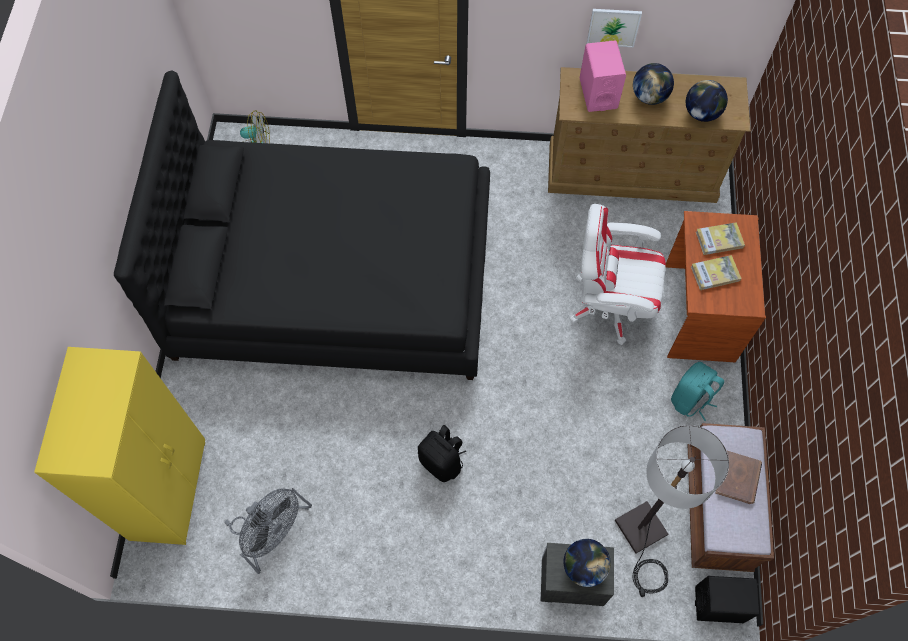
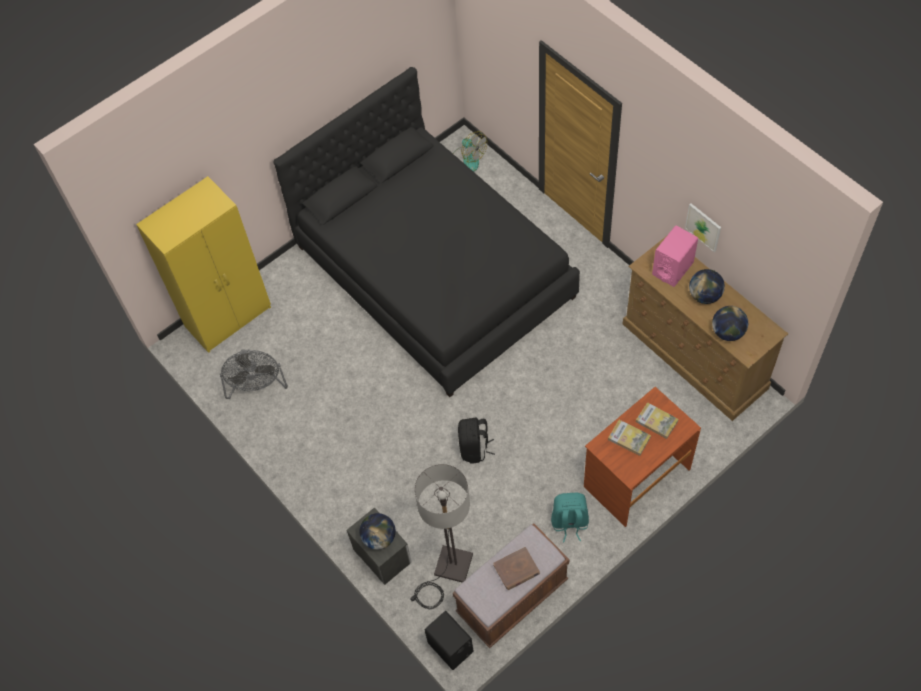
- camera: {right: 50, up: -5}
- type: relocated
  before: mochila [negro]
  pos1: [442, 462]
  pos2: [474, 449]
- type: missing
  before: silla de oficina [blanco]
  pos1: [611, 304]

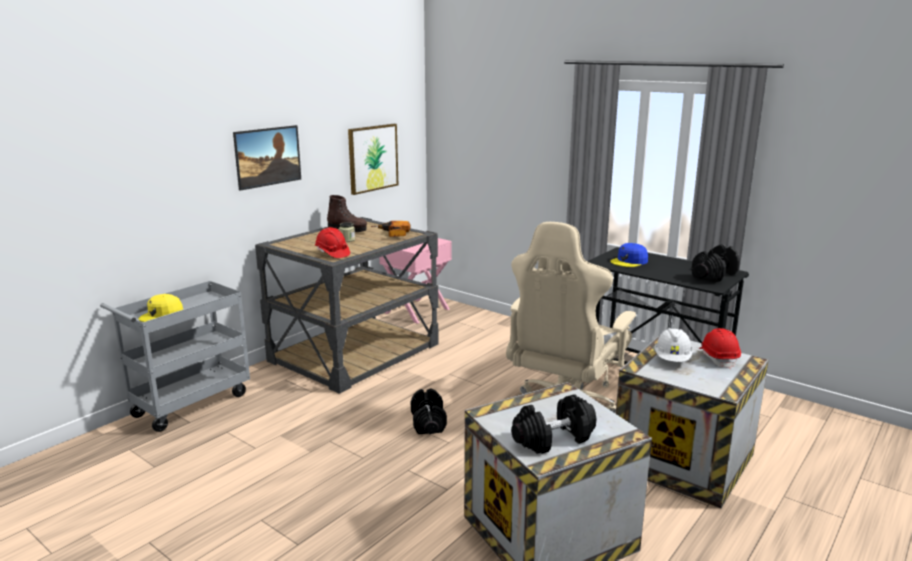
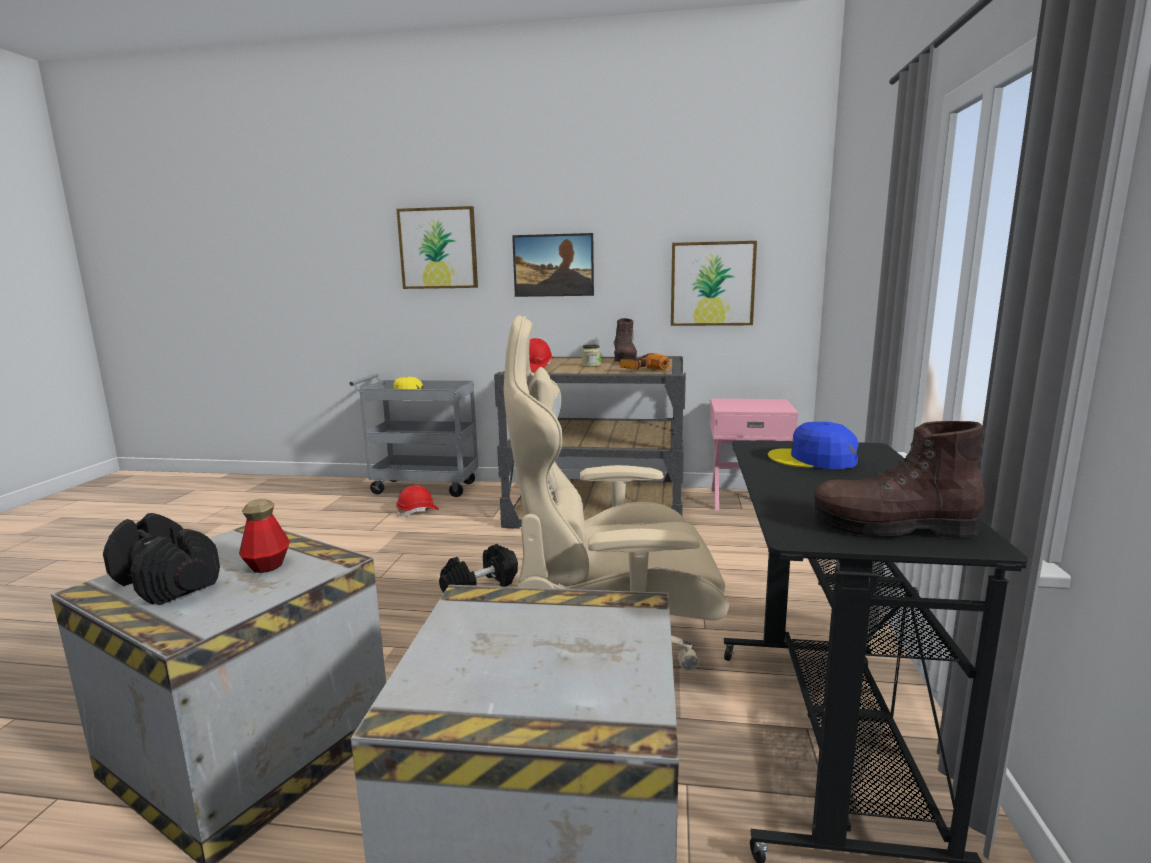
- camera: {right: 60, up: -5}
- type: appeared
  after: botella
  pos2: [267, 565]
- type: appeared
  after: cuadro
  pos2: [438, 248]
- type: relocated
  before: casco [rojo]
  pos1: [718, 358]
  pos2: [418, 512]
- type: exchanged
  before: mancuerna [negro]
  after: bota [marrón]
  pos1: [714, 275]
  pos2: [893, 527]
- type: missing
  before: casco [blanco]
  pos1: [672, 359]

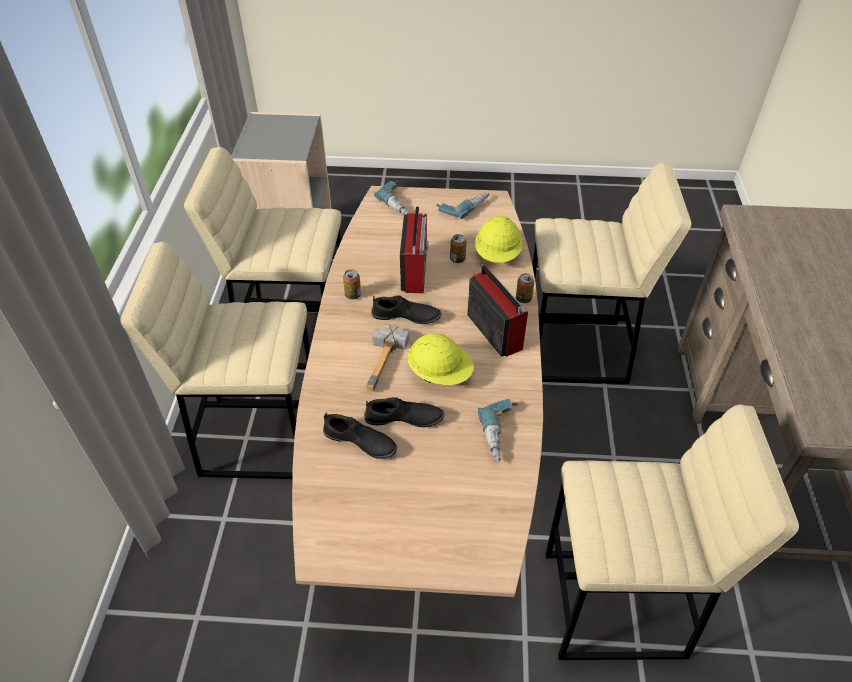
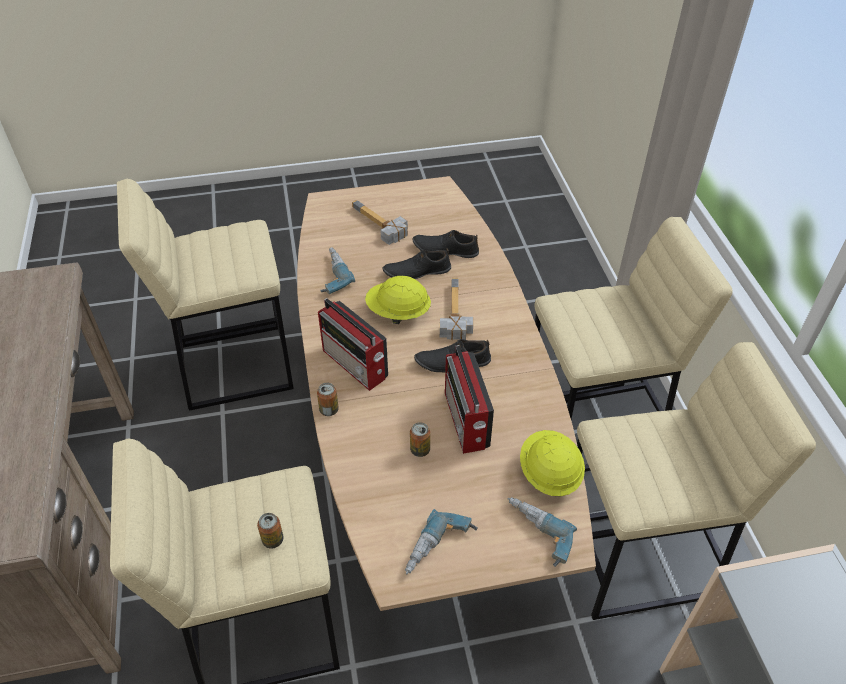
- camera: {right: 165, up: 0}
- type: relocated
  before: lata
  pos1: [353, 295]
  pos2: [273, 540]
- type: appeared
  after: martillo
  pos2: [376, 226]
- type: relocated
  before: casco [amarillo]
  pos1: [498, 255]
  pos2: [549, 474]

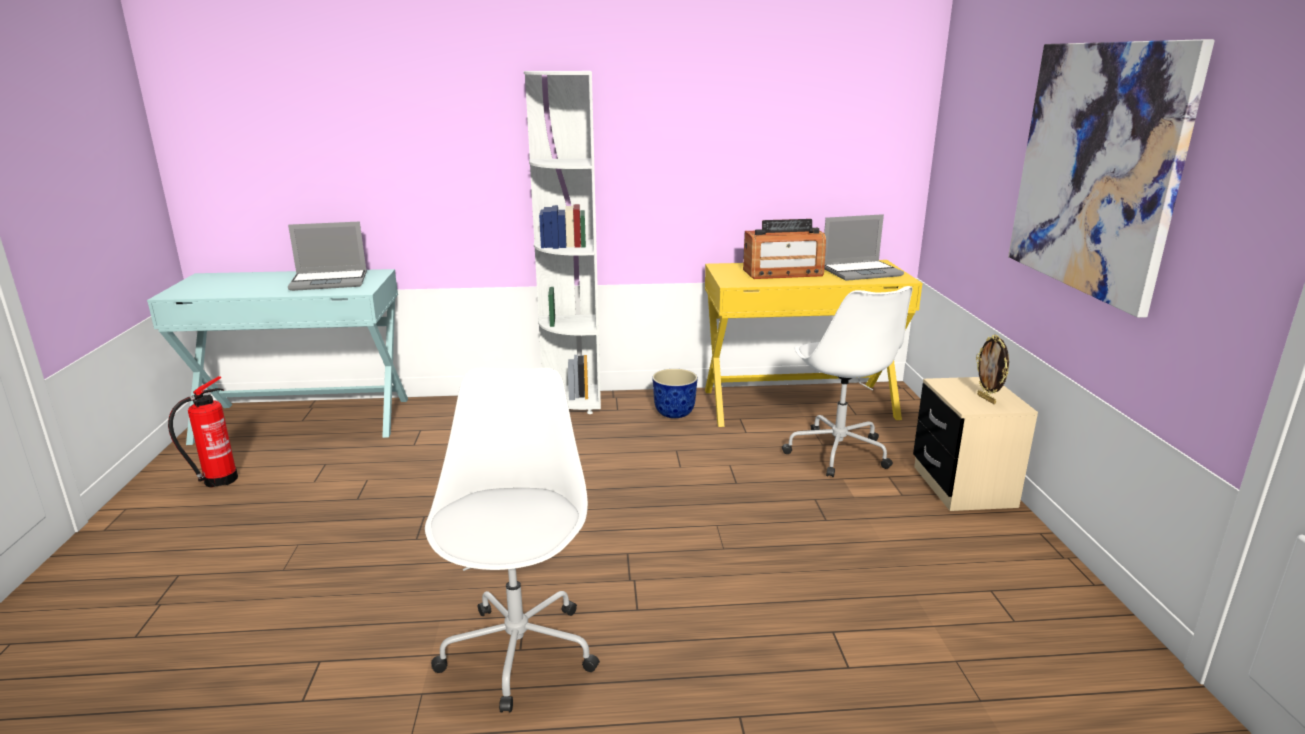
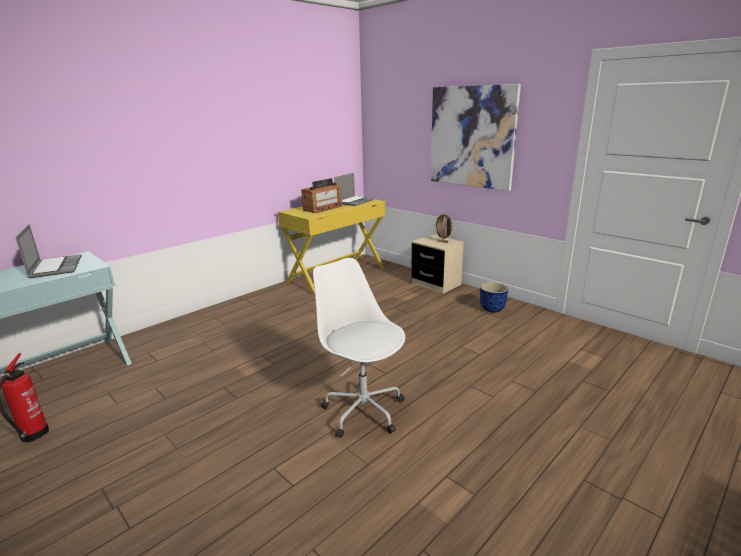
- camera: {right: -40, up: 0}
- type: spun
  before: portátil
  pos1: [330, 281]
  pos2: [55, 267]
  turn: -60
- type: relocated
  before: maceta
  pos1: [675, 413]
  pos2: [492, 309]
- type: missing
  before: estantería [blanco]
  pos1: [573, 404]
- type: missing
  before: silla de oficina [blanco]
  pos1: [839, 454]

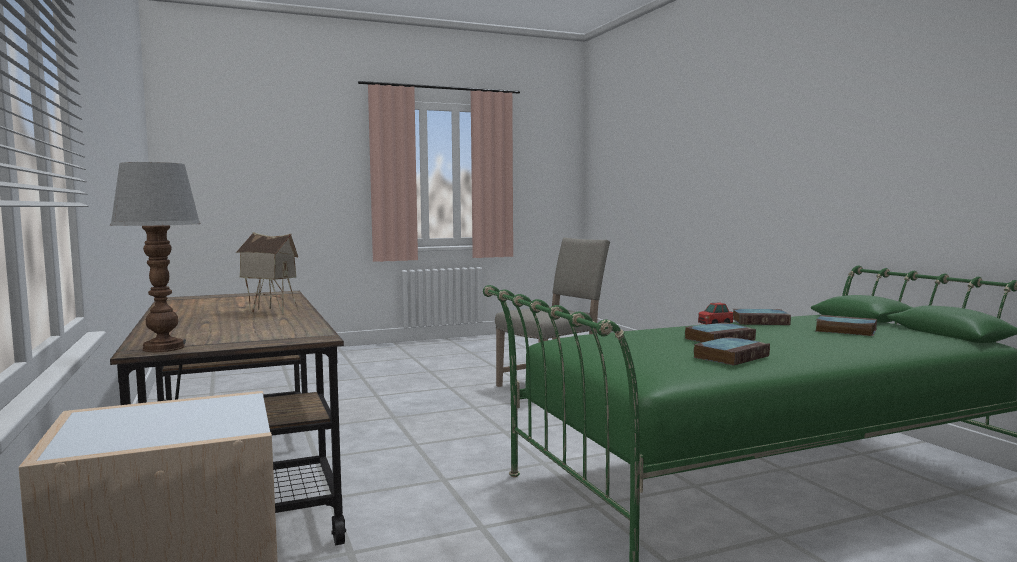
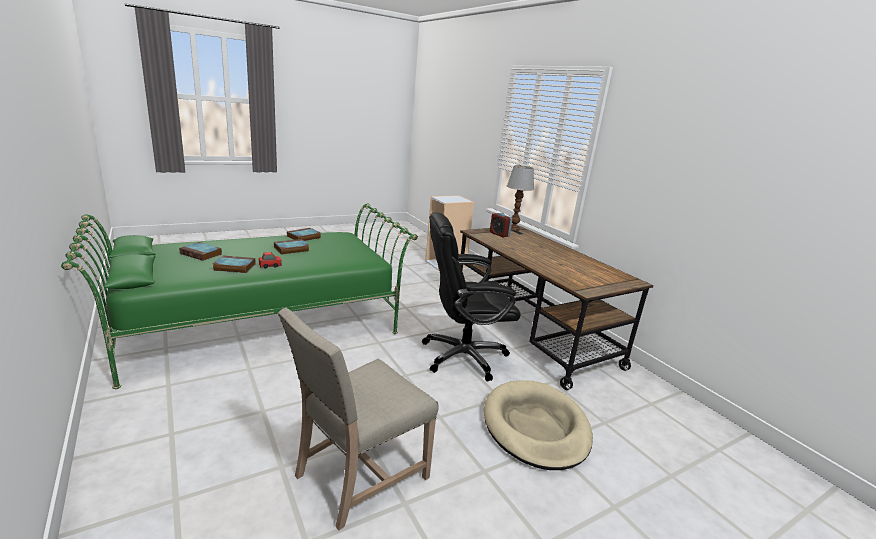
- camera: {right: 170, up: 15}
- type: appeared
  after: silla de oficina [negro]
  pos2: [464, 356]
- type: appeared
  after: cama para perro [beis]
  pos2: [535, 427]
- type: appeared
  after: despertador
  pos2: [499, 234]
- type: missing
  before: casita
  pos1: [270, 311]

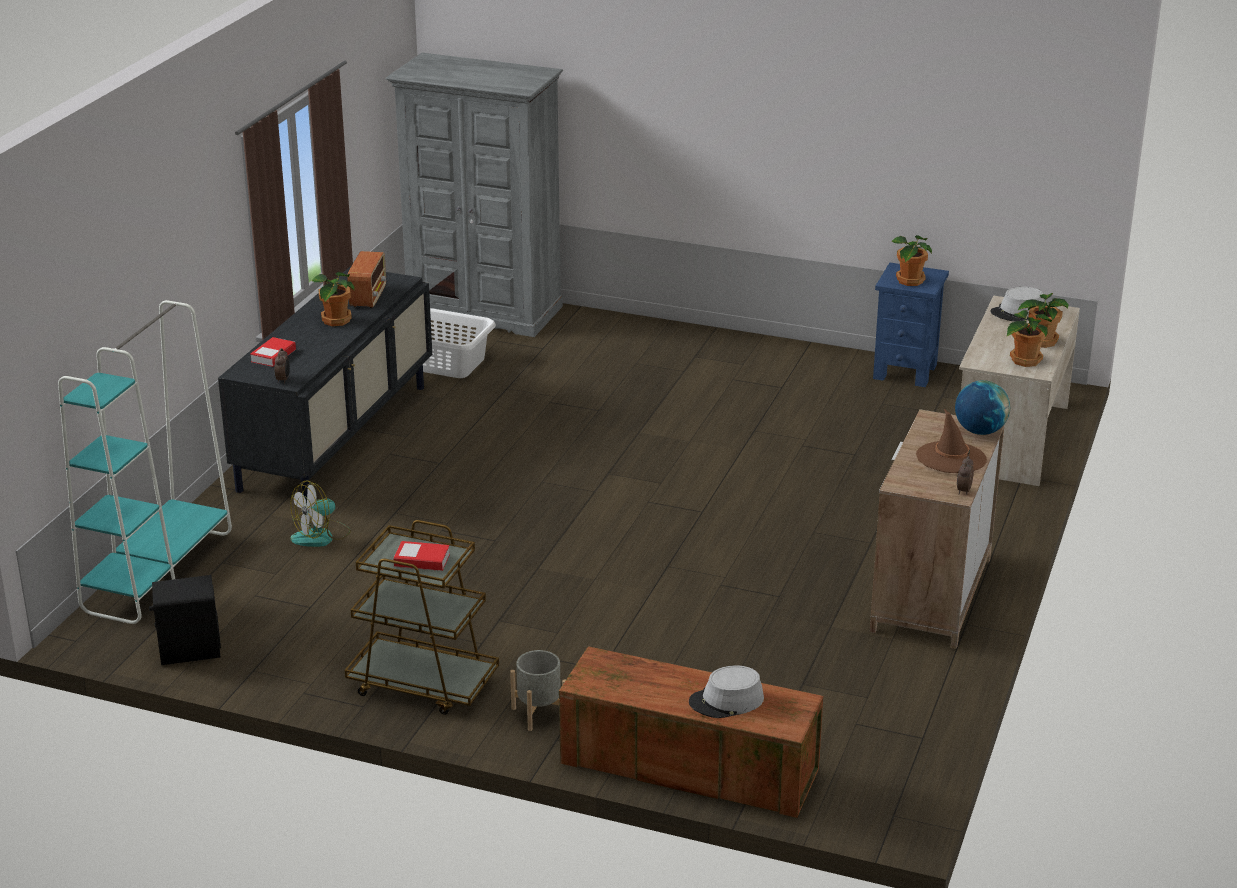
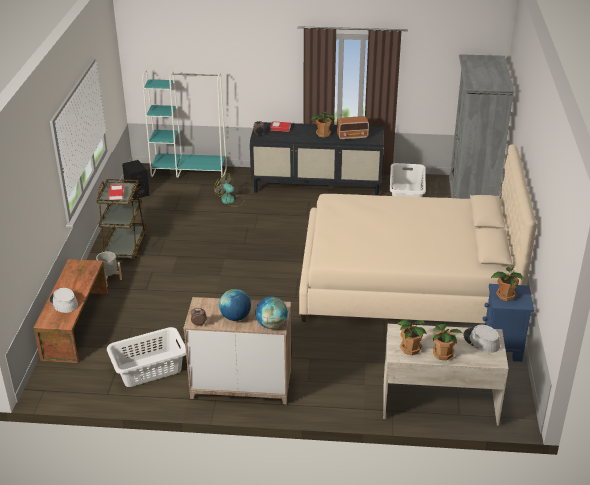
- camera: {right: 75, up: 5}
- type: appeared
  after: cesto de la ropa [blanco]
  pos2: [149, 369]
- type: exchanged
  before: sombrero [marrón]
  after: globo terráqueo
  pos1: [951, 458]
  pos2: [235, 317]
- type: appeared
  after: cama [beis]
  pos2: [407, 283]

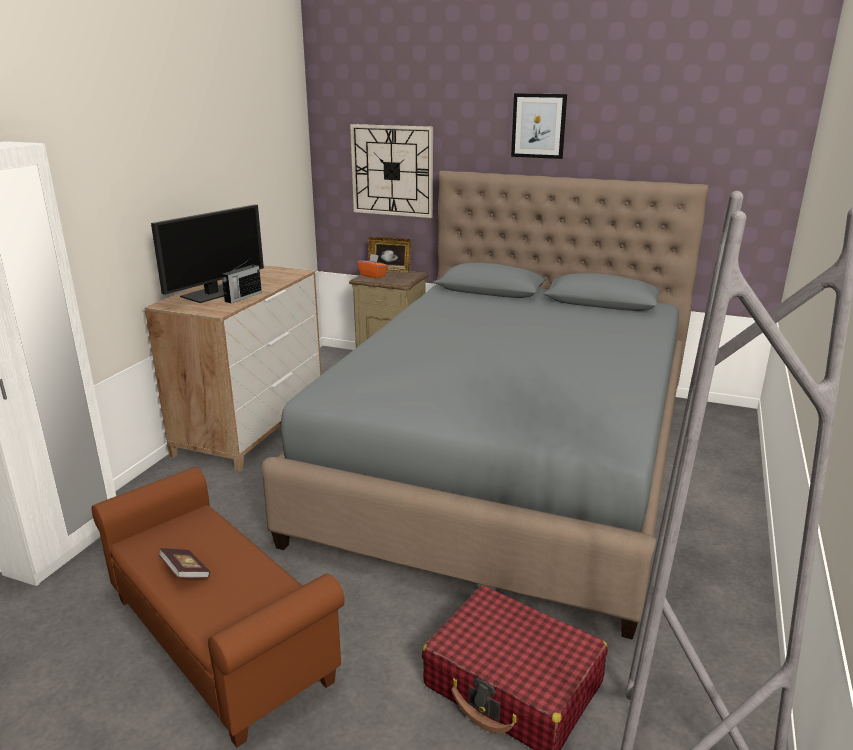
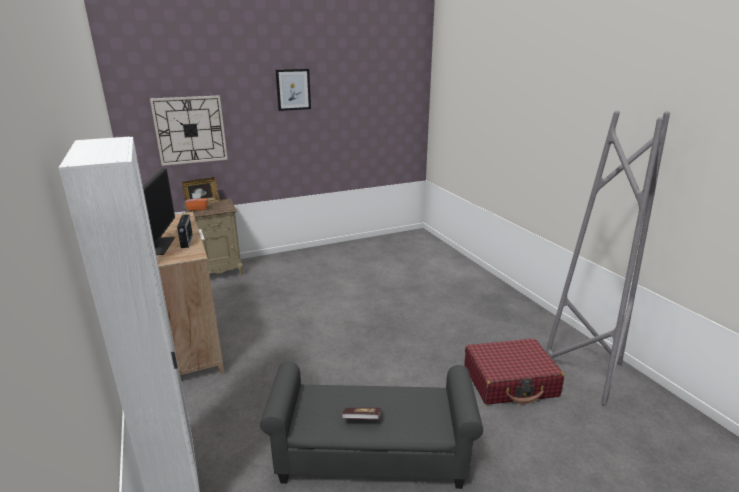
- camera: {right: -45, up: 0}
- type: colour
  before: puf [marrón]
  after: puf [gris]
  pos1: [219, 639]
  pos2: [371, 455]
- type: missing
  before: cama [gris]
  pos1: [509, 460]

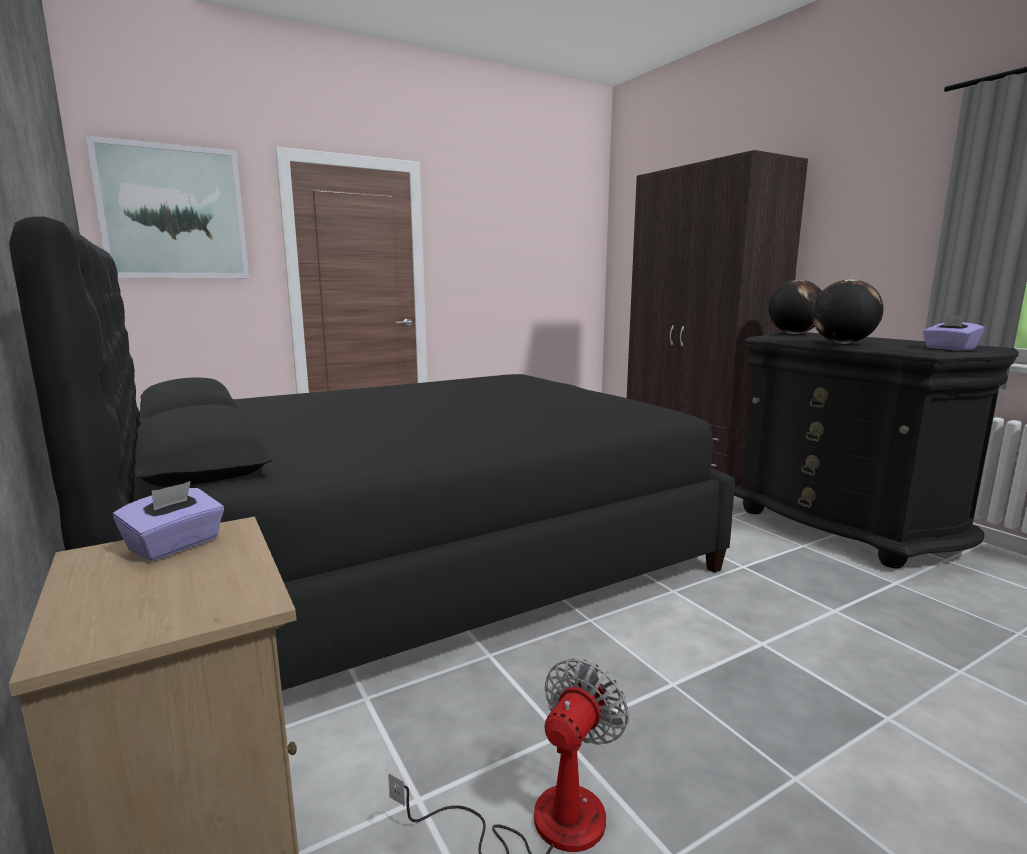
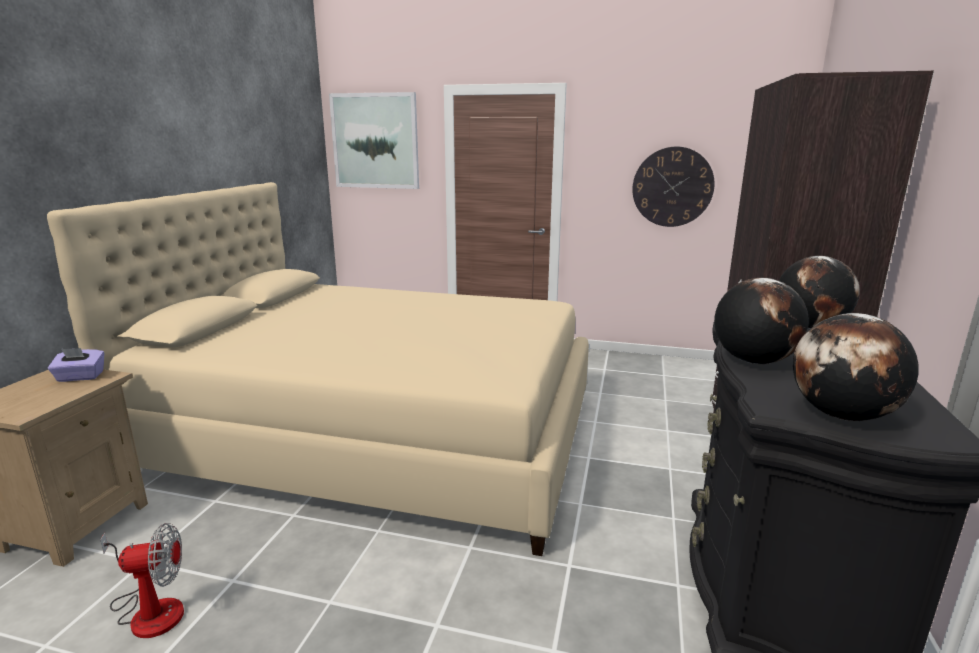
- camera: {right: 45, up: 5}
- type: colour
  before: cama [negro]
  after: cama [beis]
  pos1: [415, 559]
  pos2: [377, 433]
- type: appeared
  after: reloj de pared
  pos2: [672, 187]
- type: exchanged
  before: caja de pañuelos [morado]
  after: globo terráqueo
  pos1: [949, 349]
  pos2: [842, 415]

